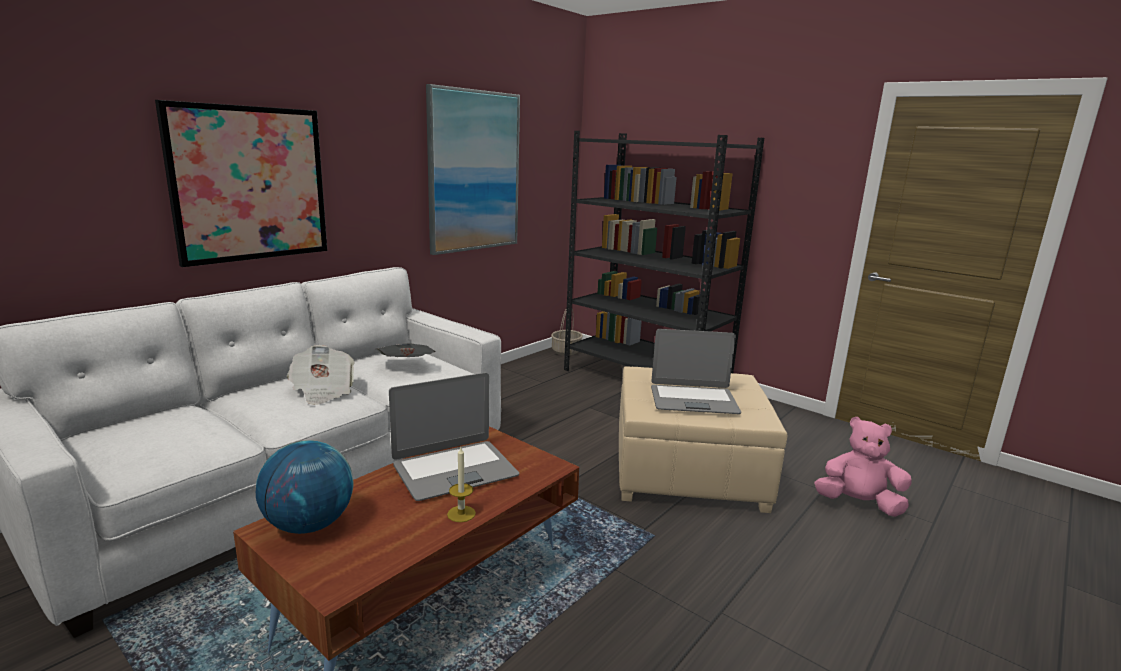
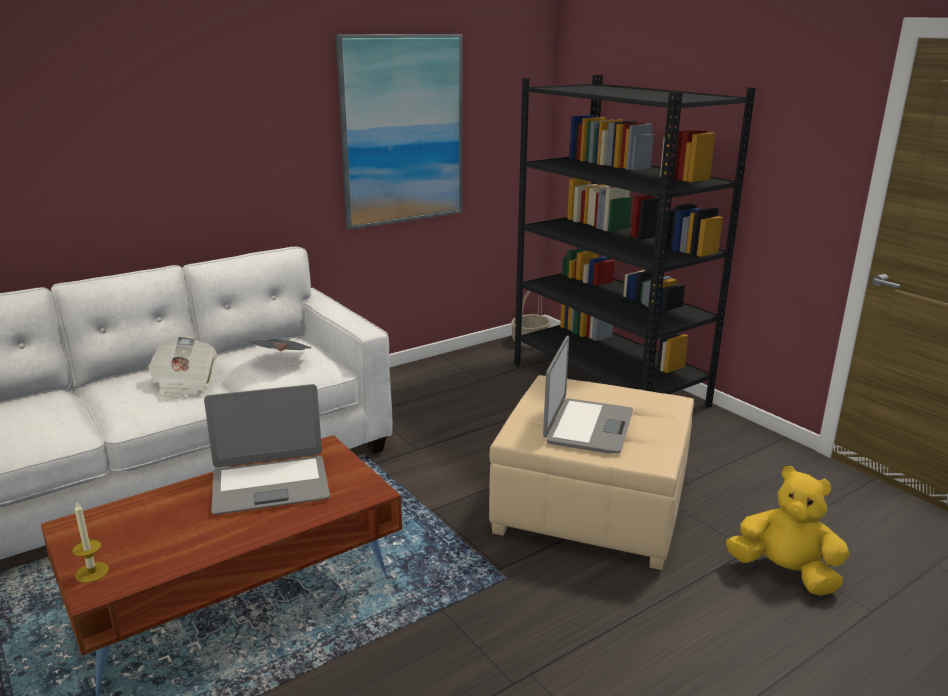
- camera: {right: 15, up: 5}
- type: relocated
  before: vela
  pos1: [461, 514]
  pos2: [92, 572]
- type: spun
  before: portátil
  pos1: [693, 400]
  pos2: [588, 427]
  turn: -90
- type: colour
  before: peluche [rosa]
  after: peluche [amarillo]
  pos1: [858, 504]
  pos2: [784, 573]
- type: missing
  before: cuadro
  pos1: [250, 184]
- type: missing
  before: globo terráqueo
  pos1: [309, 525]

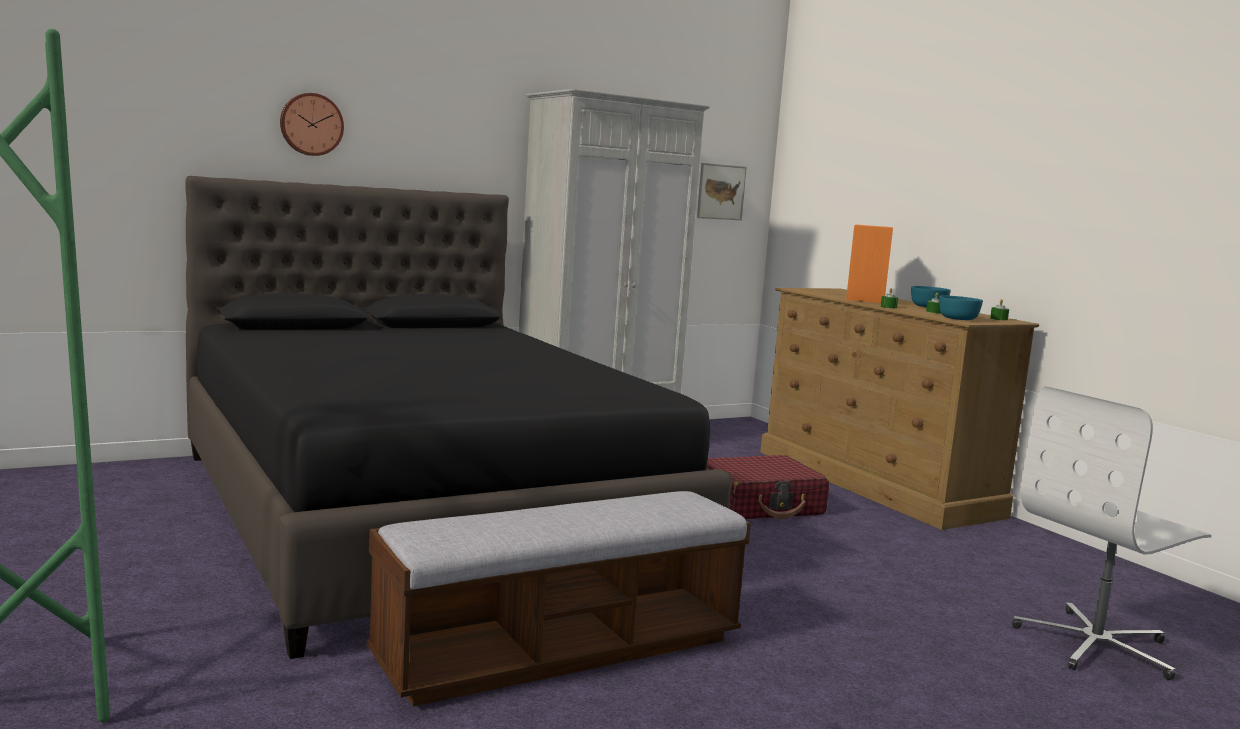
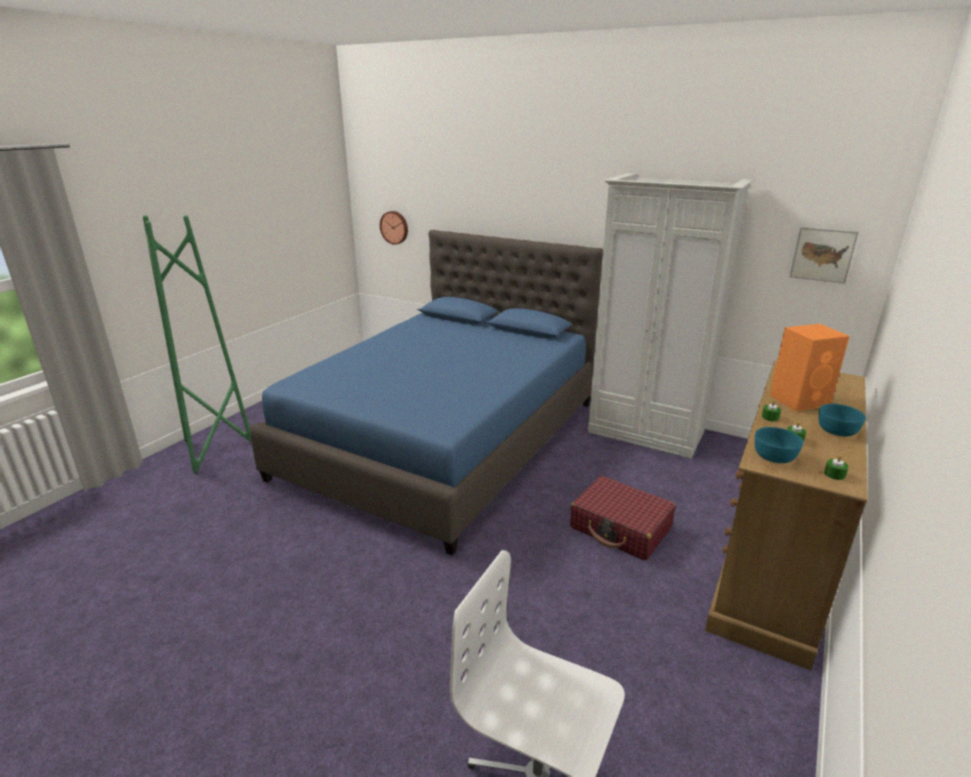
- camera: {right: 60, up: 15}
- type: colour
  before: cama [negro]
  after: cama [azul]
  pos1: [420, 512]
  pos2: [445, 438]
- type: relocated
  before: reloj de pared
  pos1: [311, 124]
  pos2: [394, 227]
- type: missing
  before: banco
  pos1: [562, 651]

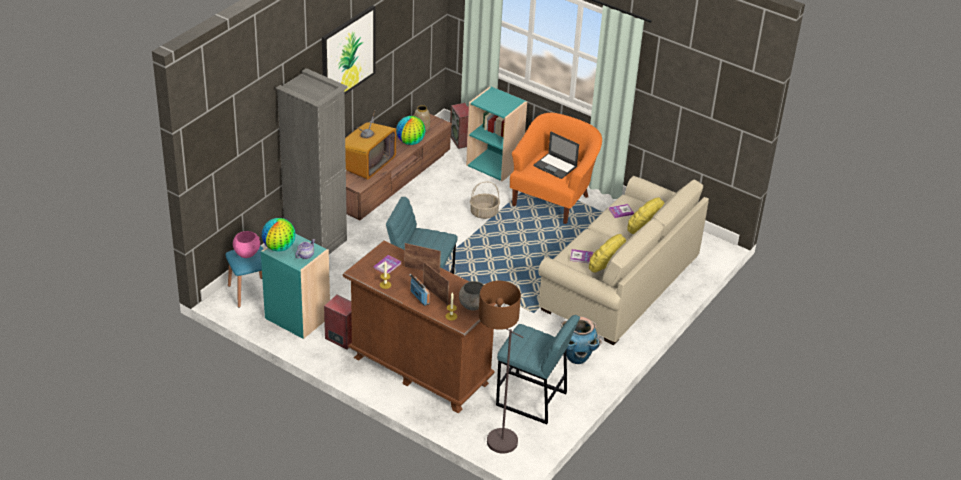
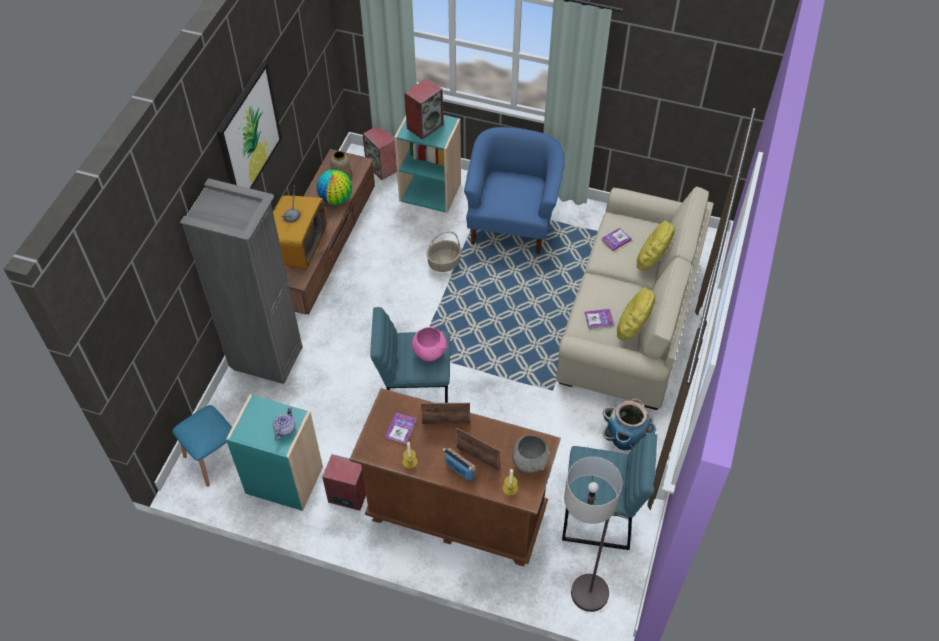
- camera: {right: -15, up: 15}
- type: appeared
  after: altavoz
  pos2: [425, 126]
- type: relocated
  before: cuenco [rosa]
  pos1: [247, 253]
  pos2: [429, 353]
- type: colour
  before: sillón [naranja]
  after: sillón [azul]
  pos1: [553, 199]
  pos2: [512, 222]
- type: colour
  before: lámpara de pie [marrón]
  after: lámpara de pie [gris]
  pos1: [494, 437]
  pos2: [578, 589]
- type: missing
  before: globo terráqueo
  pos1: [279, 247]
- type: missing
  before: portátil
  pos1: [555, 166]

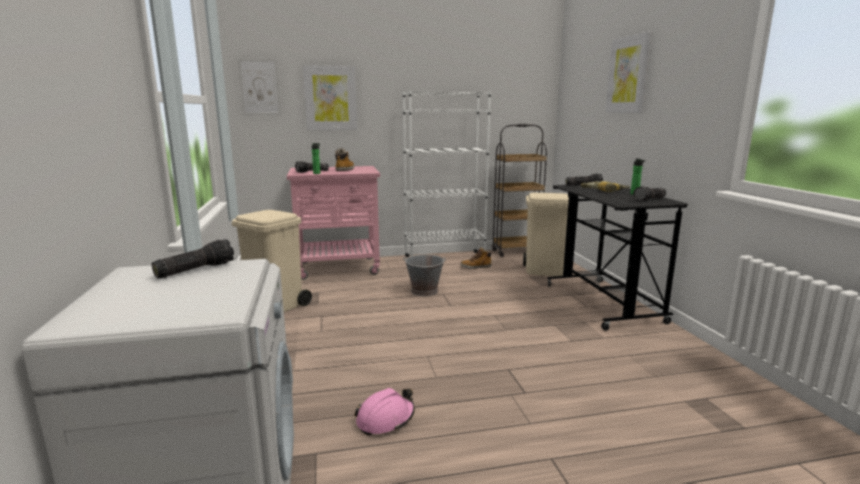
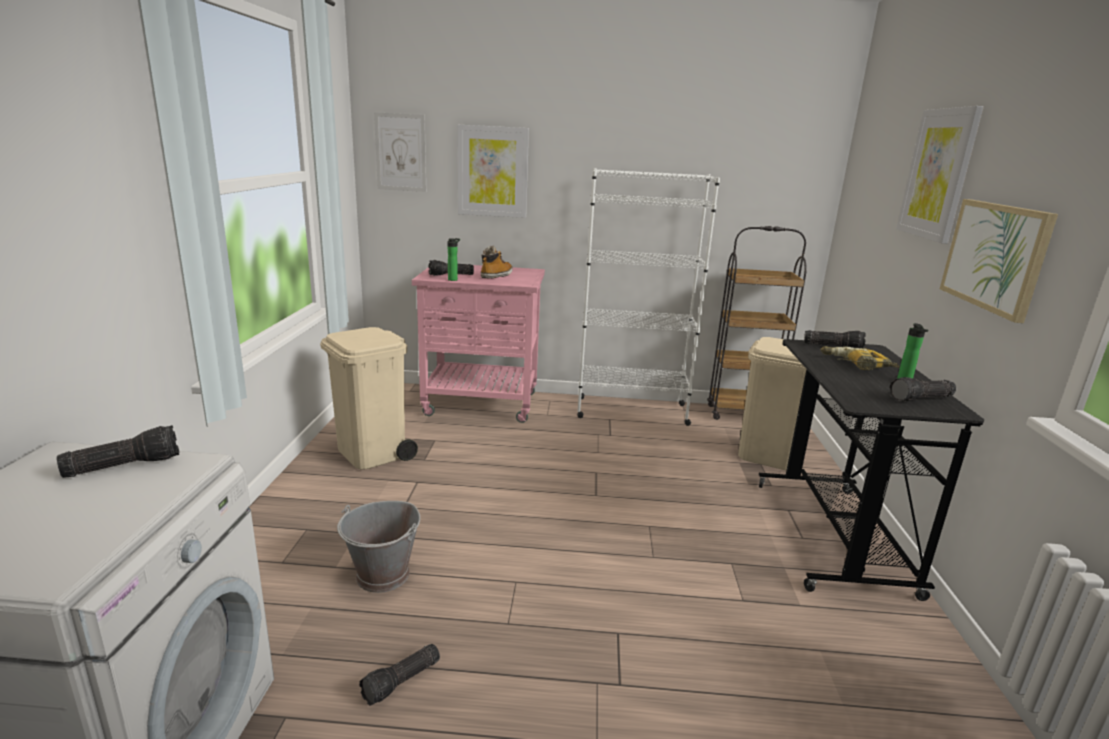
- camera: {right: 15, up: 5}
- type: relocated
  before: cubo [gris]
  pos1: [425, 291]
  pos2: [383, 575]
- type: exchanged
  before: casco [rosa]
  after: linterna
  pos1: [385, 419]
  pos2: [402, 682]
- type: appeared
  after: cuadro
  pos2: [995, 256]
- type: missing
  before: bota
  pos1: [476, 267]

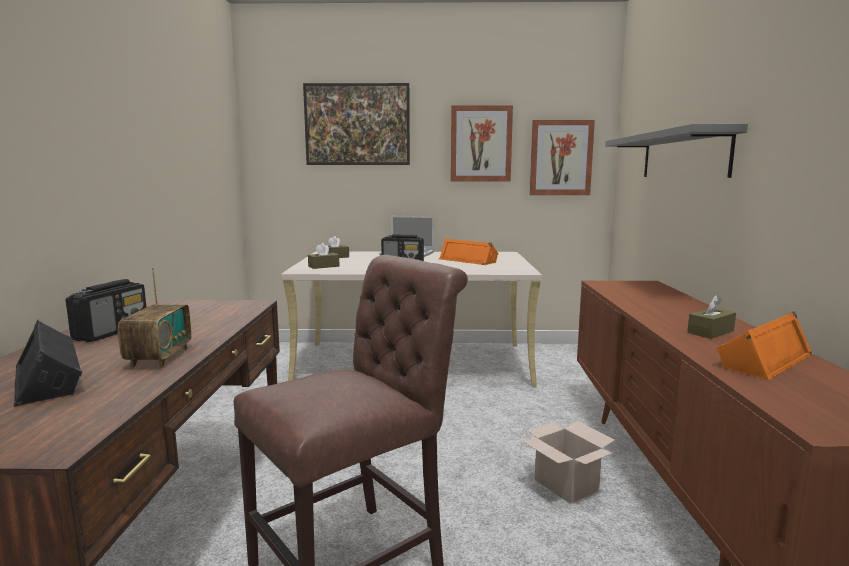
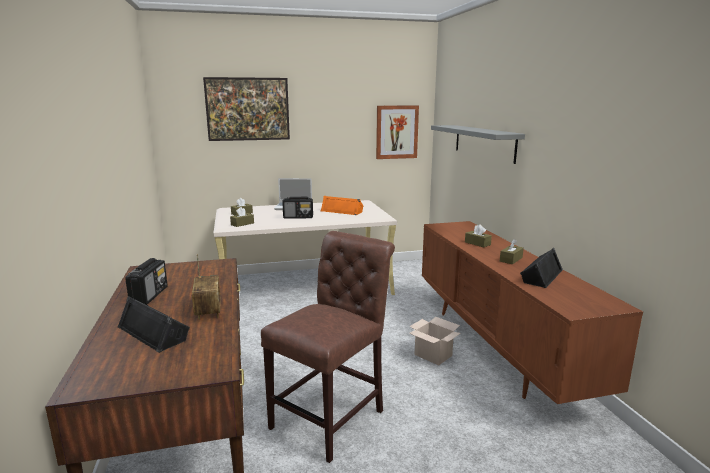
- camera: {right: -15, up: 5}
- type: appeared
  after: caja de pañuelos [marrón]
  pos2: [477, 243]
- type: colour
  before: altavoz [naranja]
  after: altavoz [negro]
  pos1: [762, 359]
  pos2: [540, 275]
- type: missing
  before: cuadro
  pos1: [481, 144]

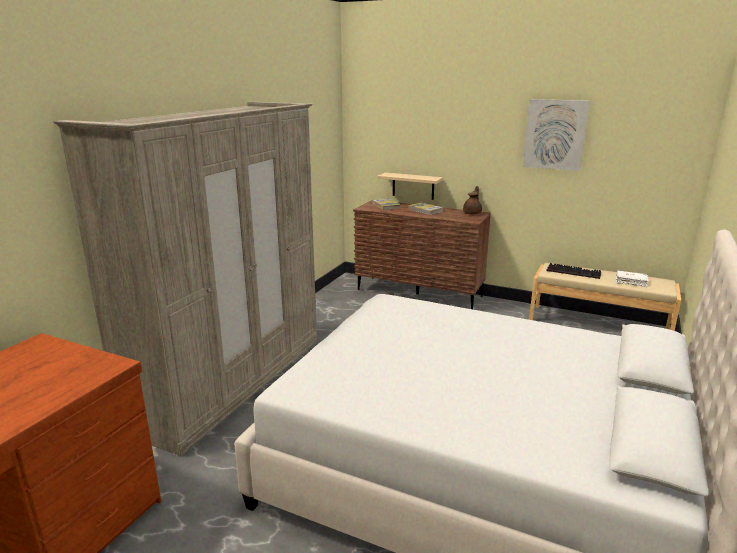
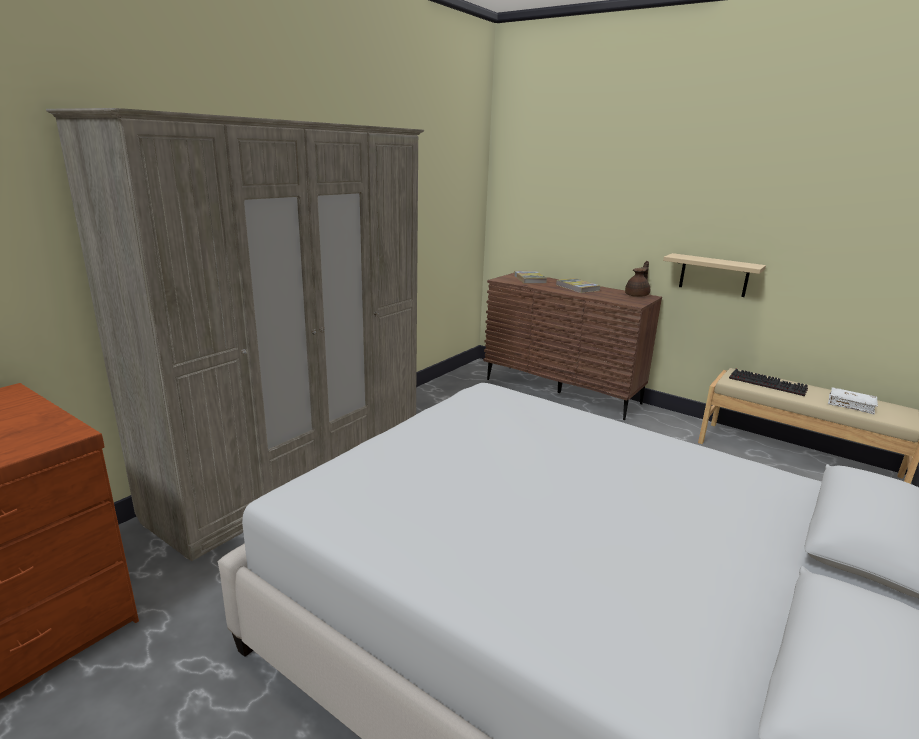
- camera: {right: 10, up: 0}
- type: relocated
  before: estante [beis]
  pos1: [413, 186]
  pos2: [714, 275]
- type: missing
  before: cuadro
  pos1: [555, 134]

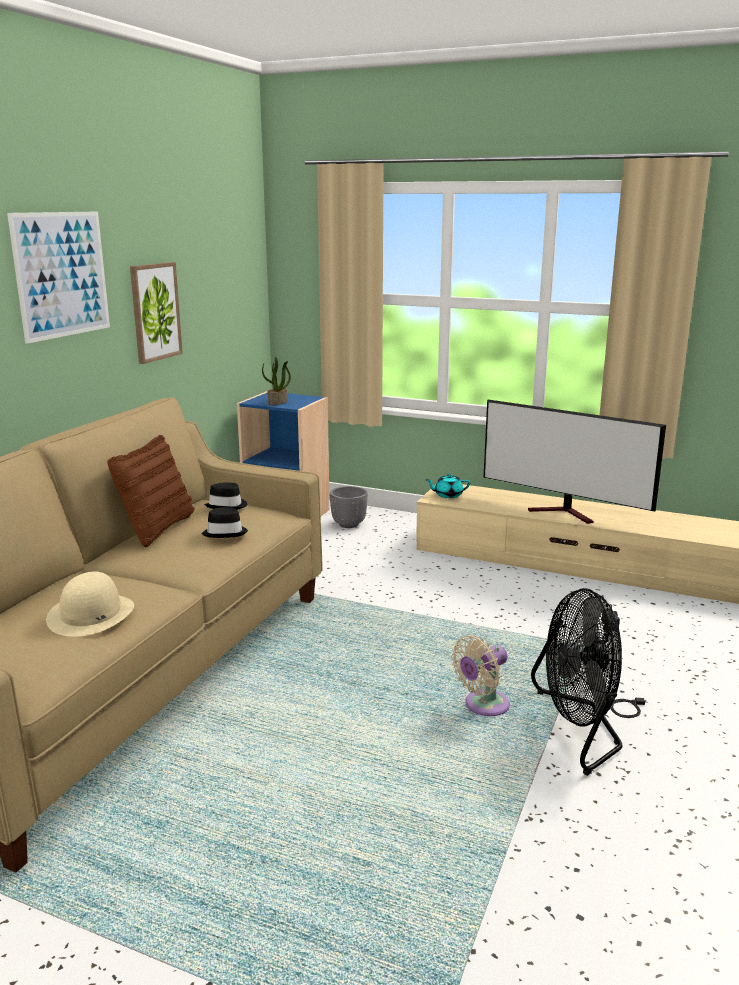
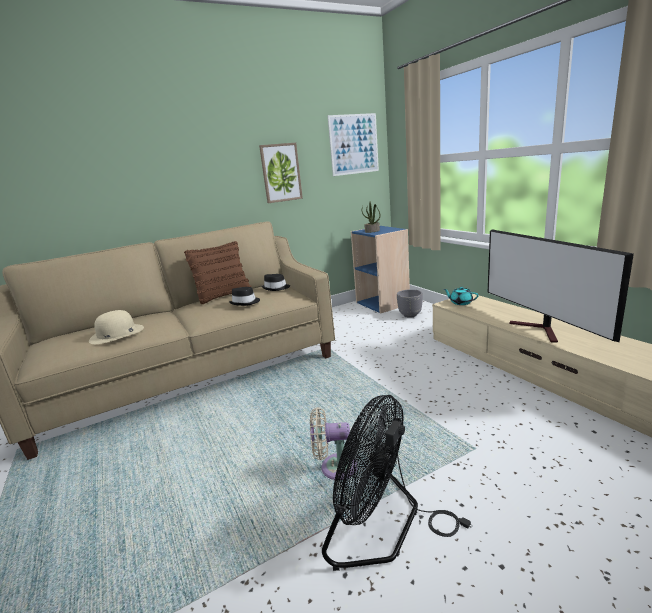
- camera: {right: 40, up: 0}
- type: relocated
  before: cuadro
  pos1: [62, 274]
  pos2: [354, 144]

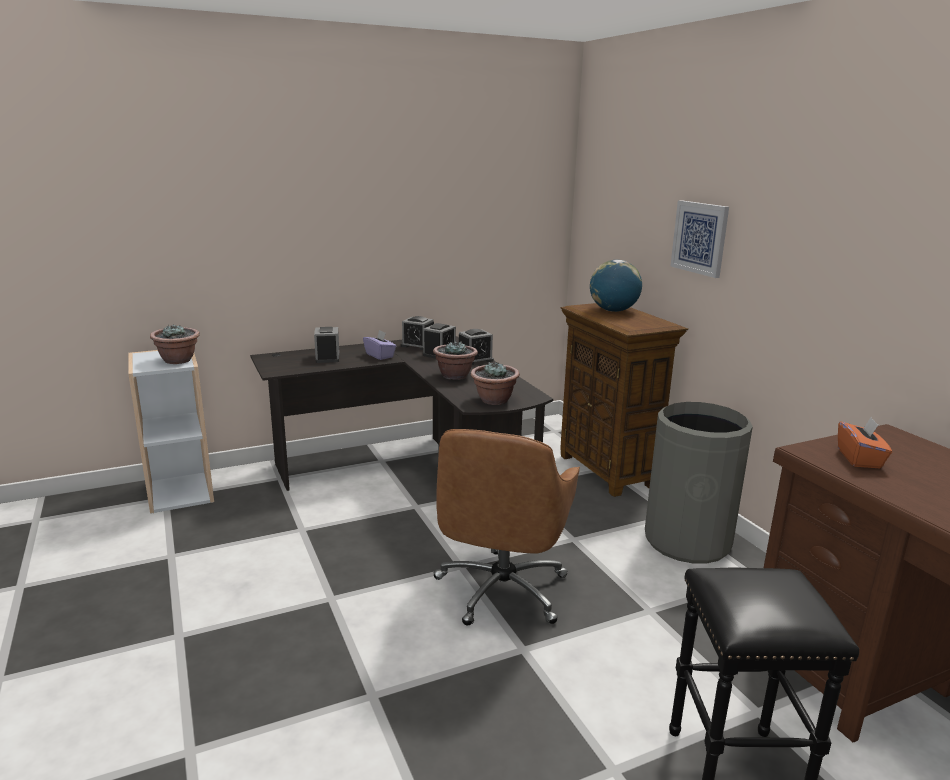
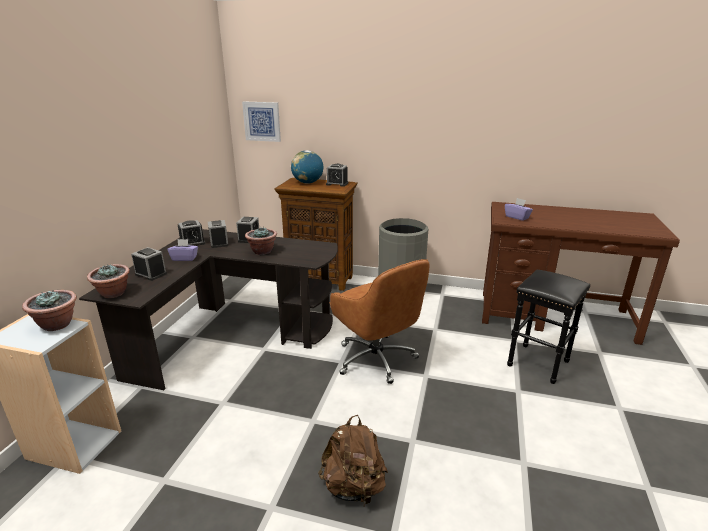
- camera: {right: -50, up: 5}
- type: relocated
  before: planta en maceta
  pos1: [494, 400]
  pos2: [113, 293]
- type: relocated
  before: cuadro
  pos1: [700, 238]
  pos2: [262, 121]
- type: appeared
  after: mochila [marrón]
  pos2: [354, 487]
- type: appeared
  after: despertador
  pos2: [337, 184]
- type: colour
  before: caja de pañuelos [naranja]
  after: caja de pañuelos [morado]
  pos1: [859, 459]
  pos2: [517, 217]

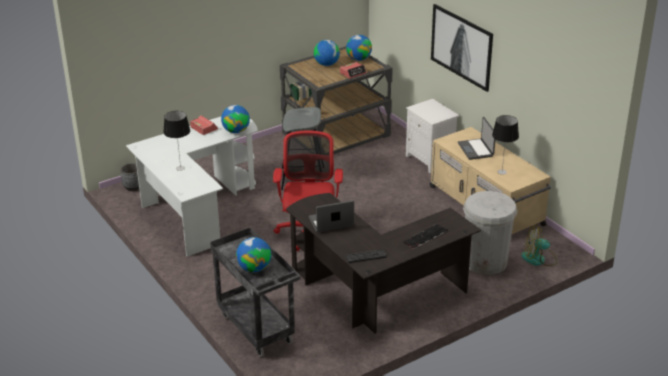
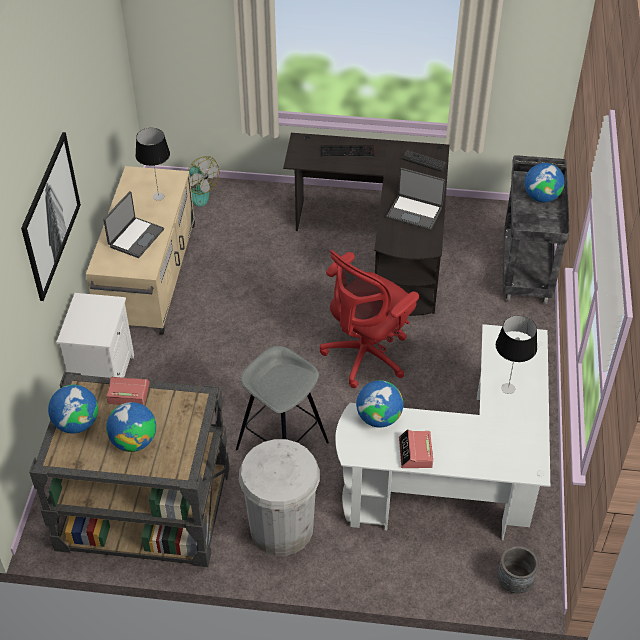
- camera: {right: -140, up: 15}
- type: relocated
  before: papelera [blanco]
  pos1: [485, 261]
  pos2: [281, 528]

